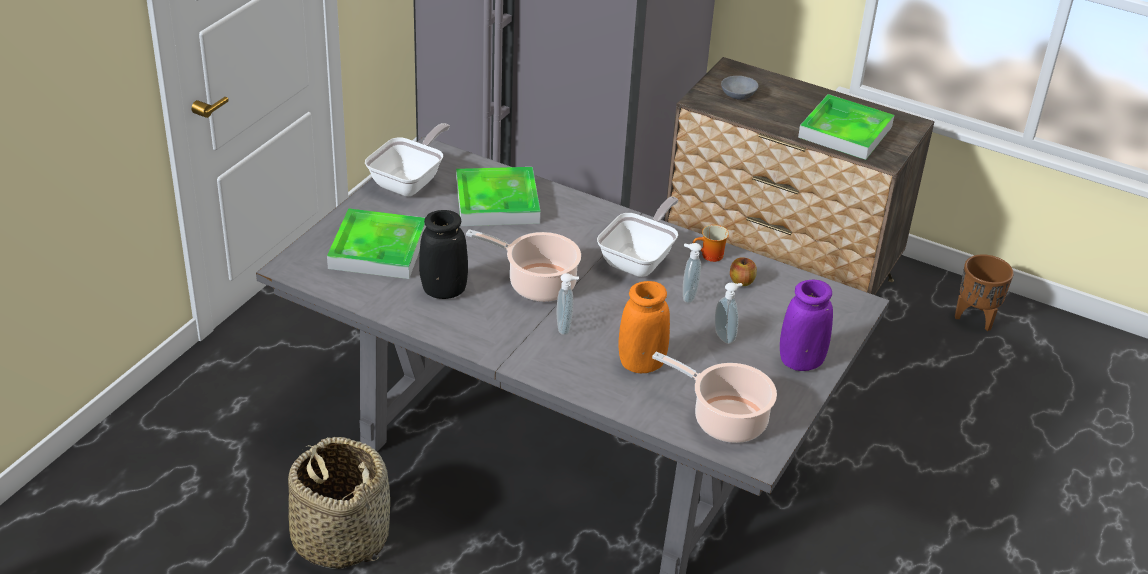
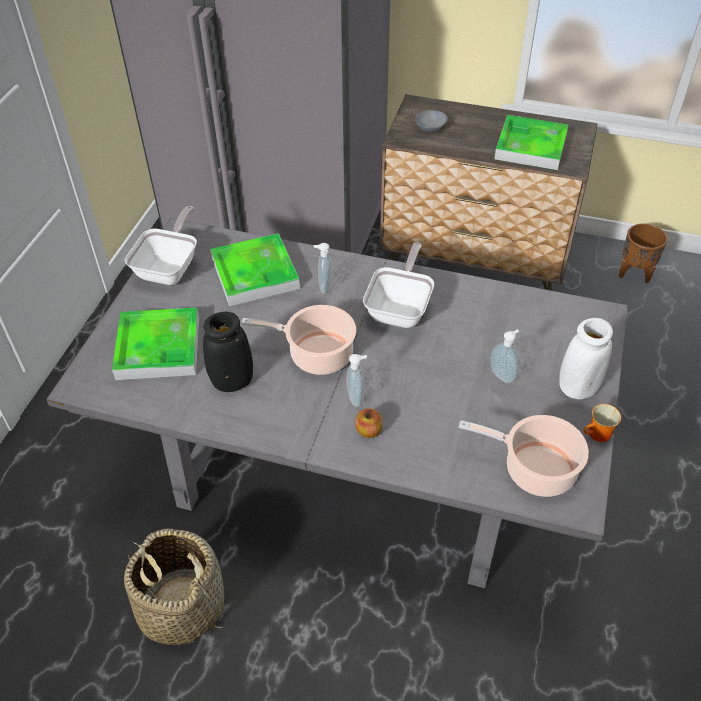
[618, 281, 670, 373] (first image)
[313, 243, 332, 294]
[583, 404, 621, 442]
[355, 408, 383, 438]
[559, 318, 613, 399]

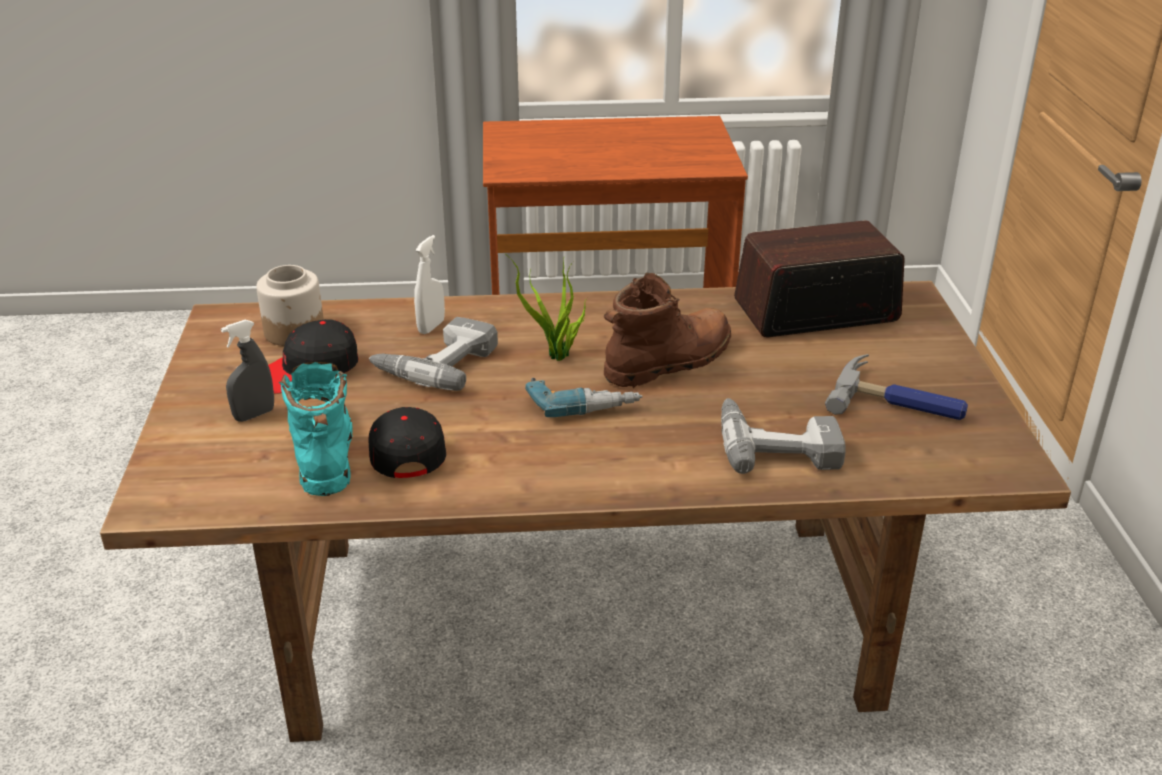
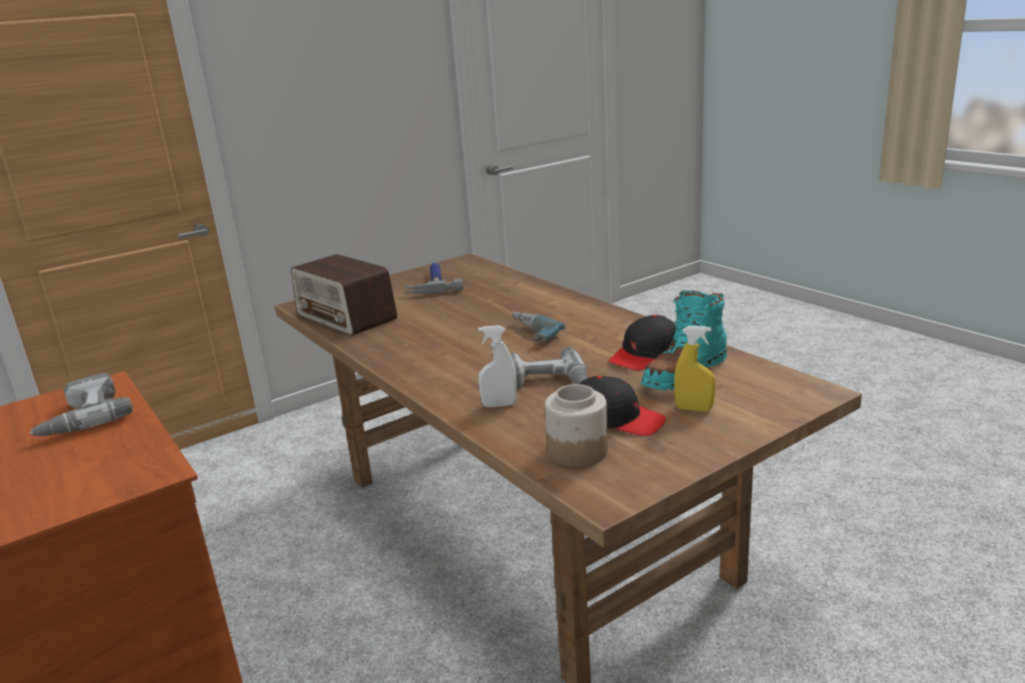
[507, 255, 587, 361] (first image)
[604, 273, 731, 388] (first image)
[30, 373, 133, 436]
[674, 326, 715, 411]

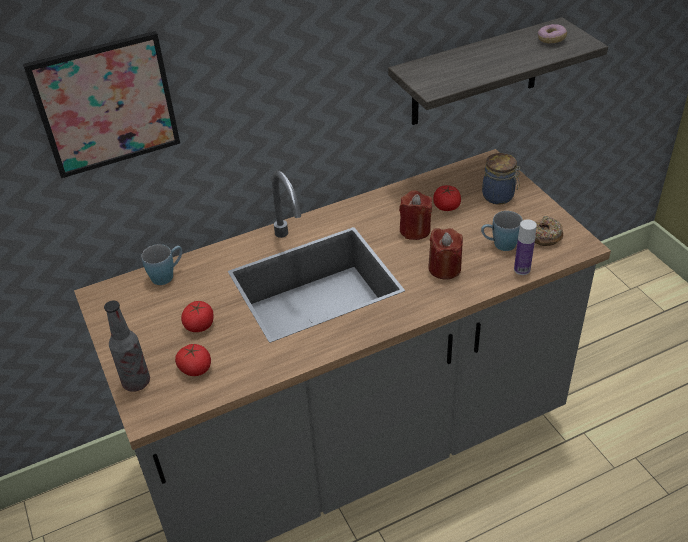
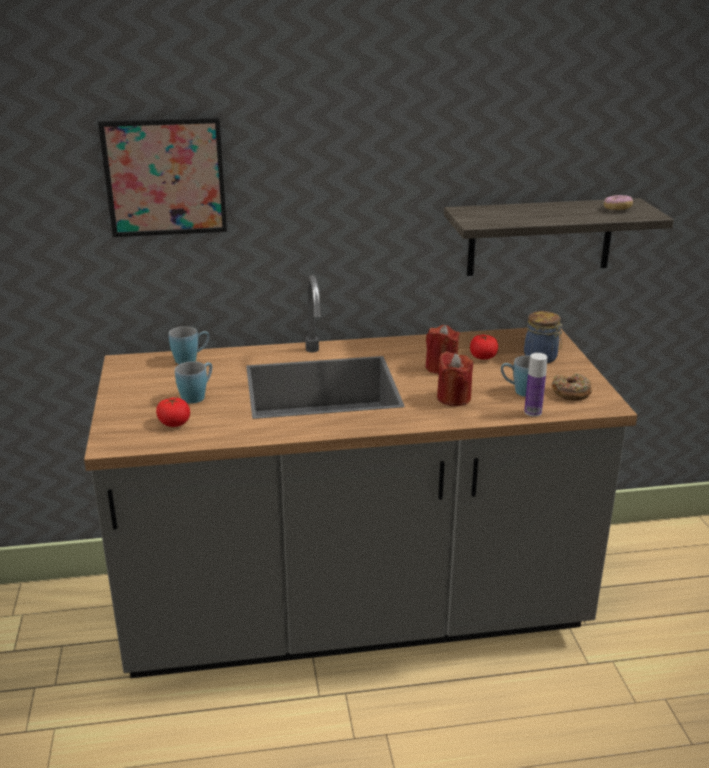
[104, 300, 150, 392] (first image)
[175, 361, 212, 404]

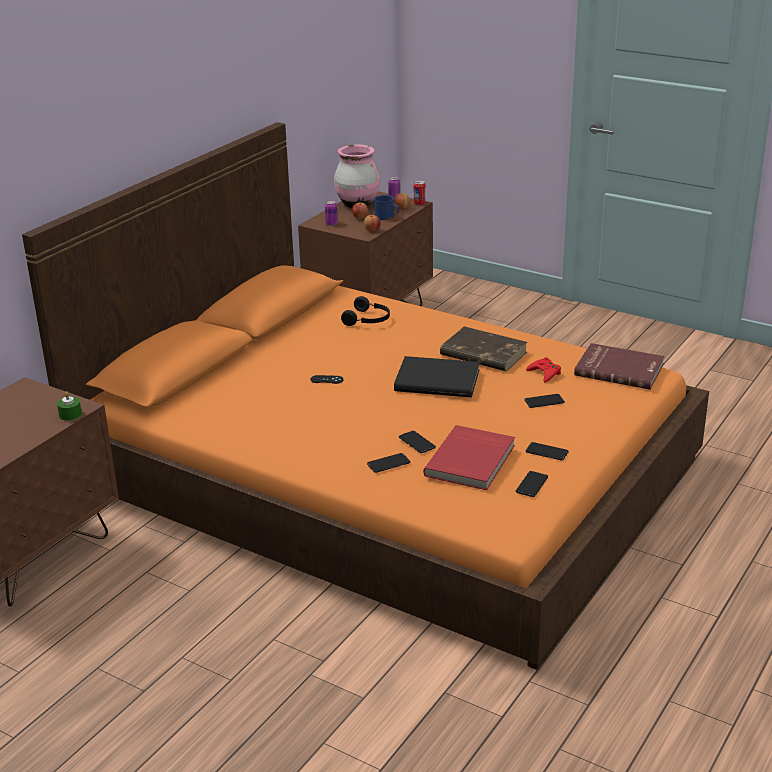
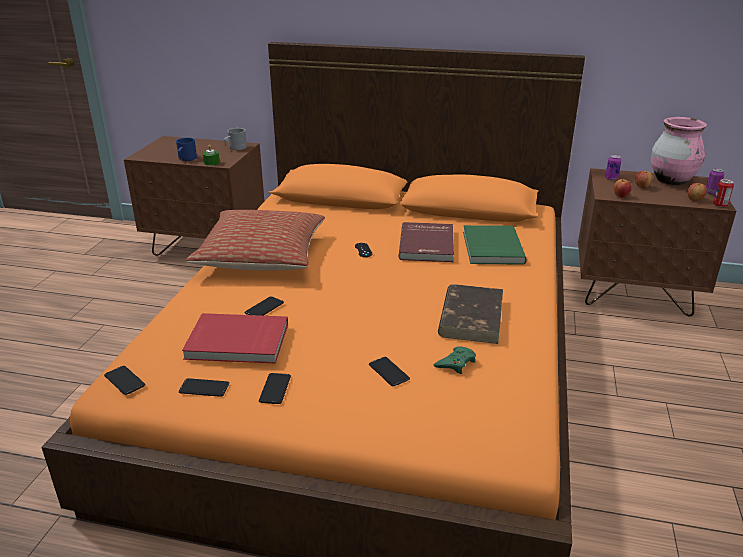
[394, 356, 480, 397] (first image)
[186, 210, 325, 271]
[224, 128, 247, 150]
[104, 366, 145, 395]
[176, 137, 197, 161]
[399, 222, 454, 262]
[463, 225, 527, 265]
[434, 347, 476, 374]

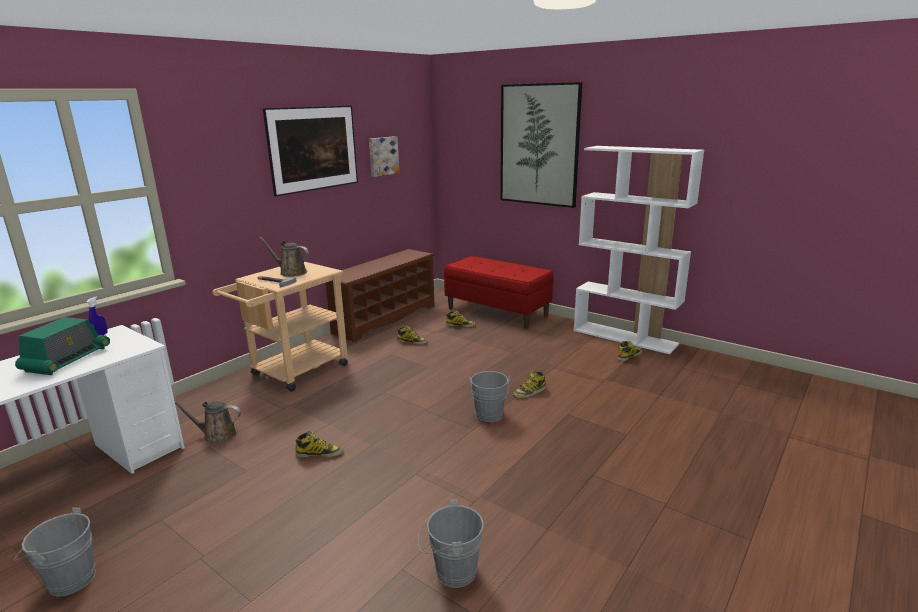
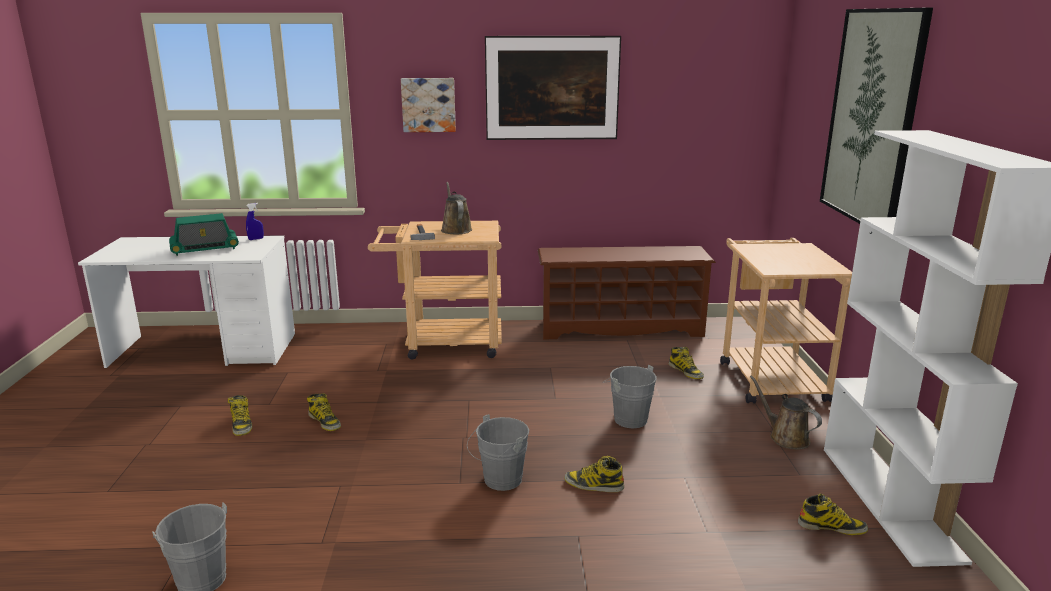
[603, 365, 657, 428]
[750, 375, 822, 449]
[401, 78, 456, 132]
[228, 395, 252, 436]
[720, 238, 852, 403]

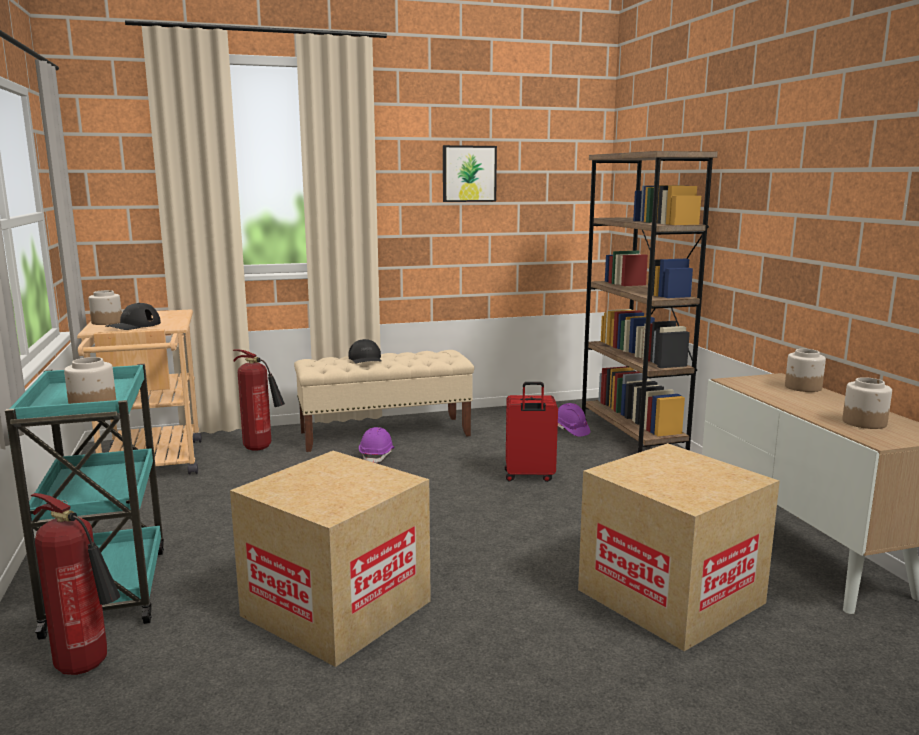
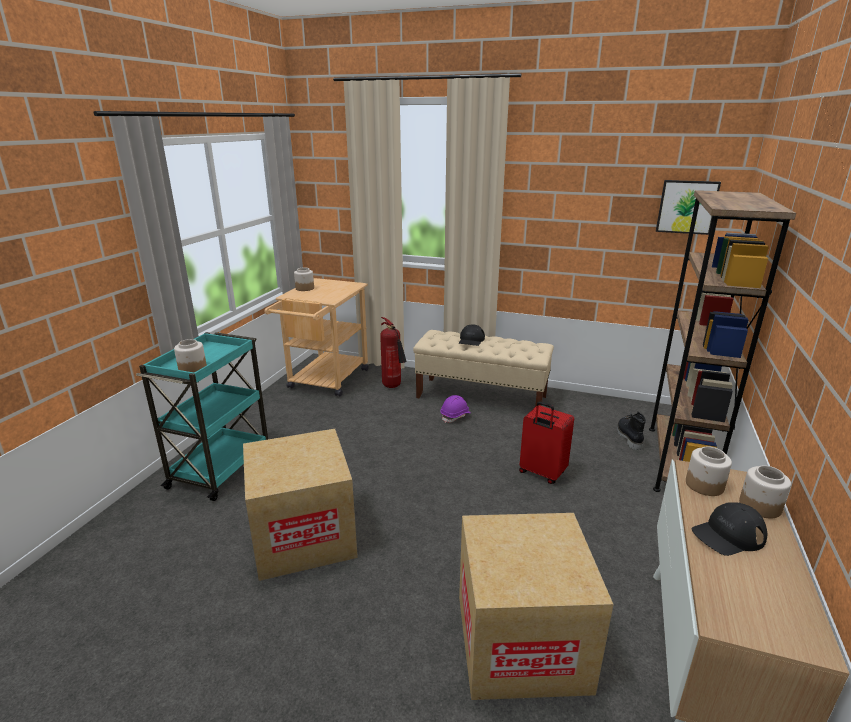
[31, 493, 120, 675] (first image)
[692, 502, 767, 556]
[656, 180, 721, 235]
[686, 446, 732, 496]
[617, 411, 646, 450]

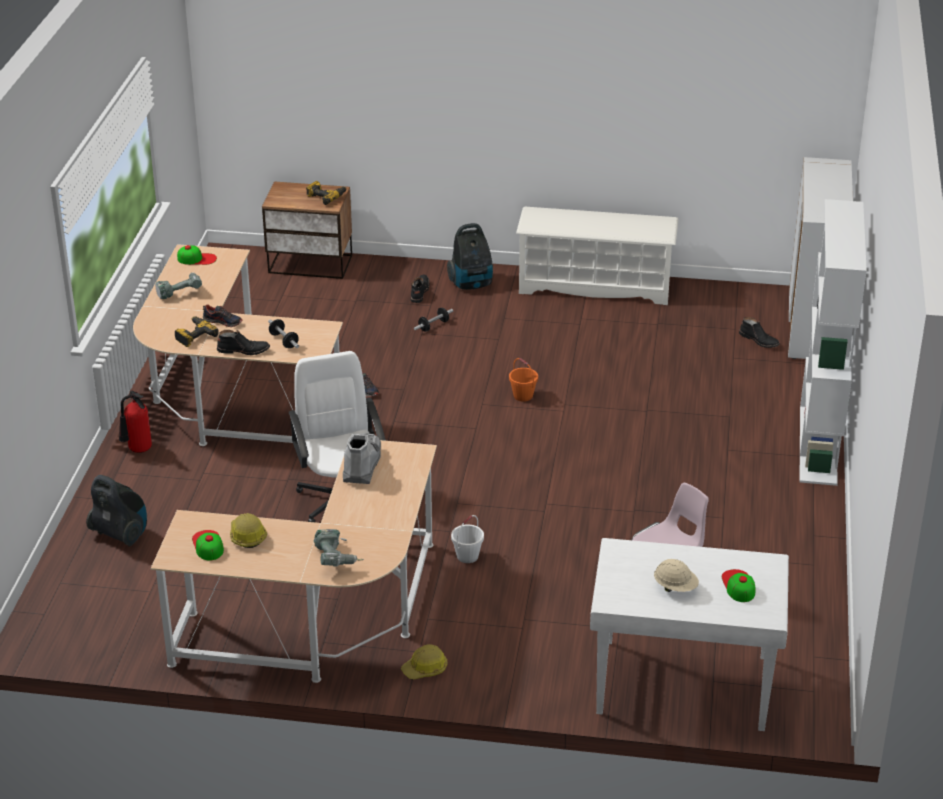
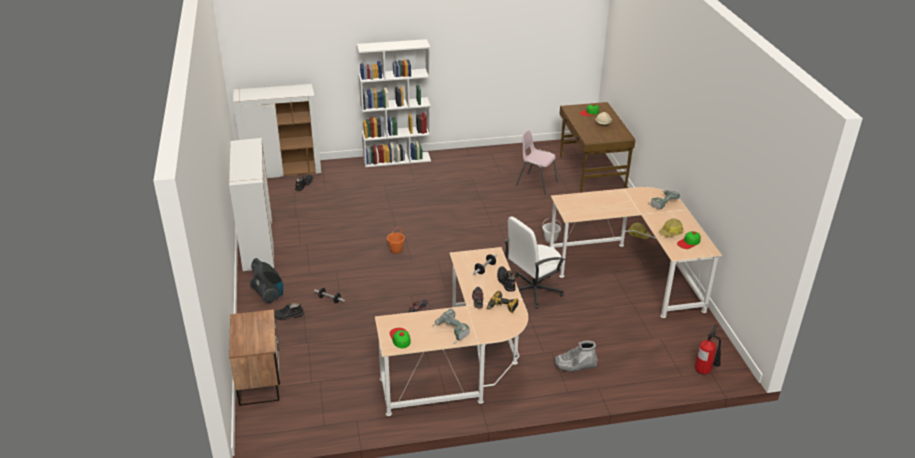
[86, 475, 147, 547] (first image)
[306, 181, 347, 205] (first image)
[695, 324, 721, 374]
[554, 340, 598, 372]
[229, 138, 274, 272]
[560, 102, 635, 193]

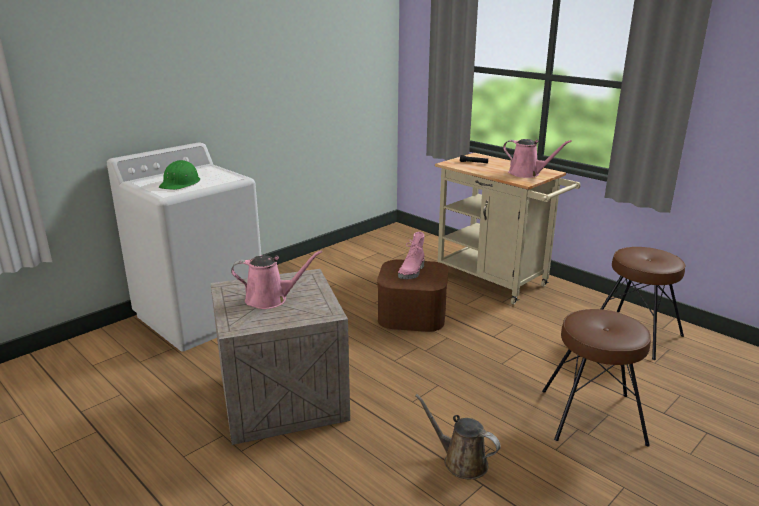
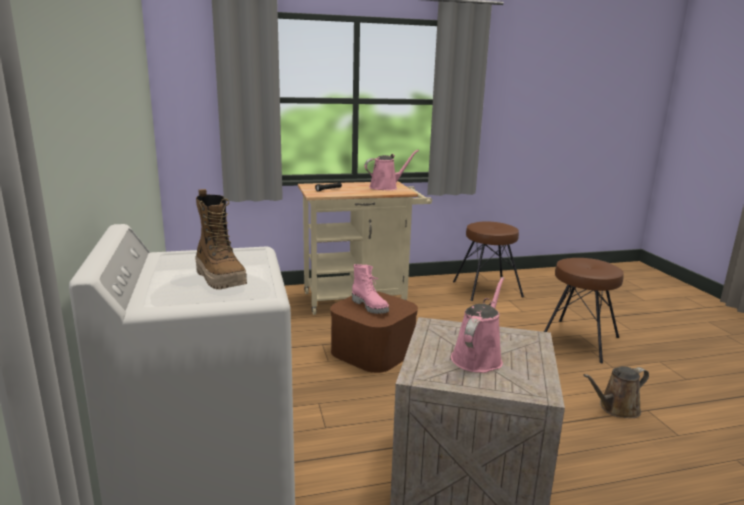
[195, 189, 247, 289]

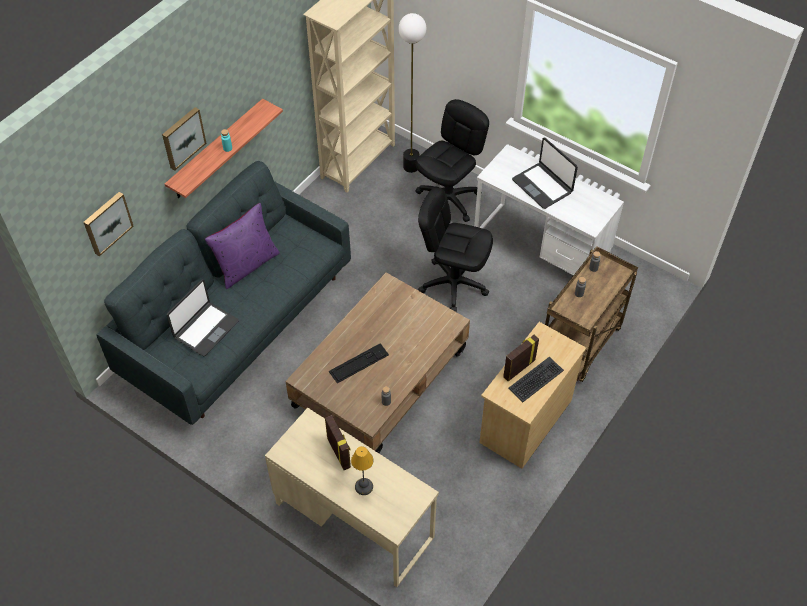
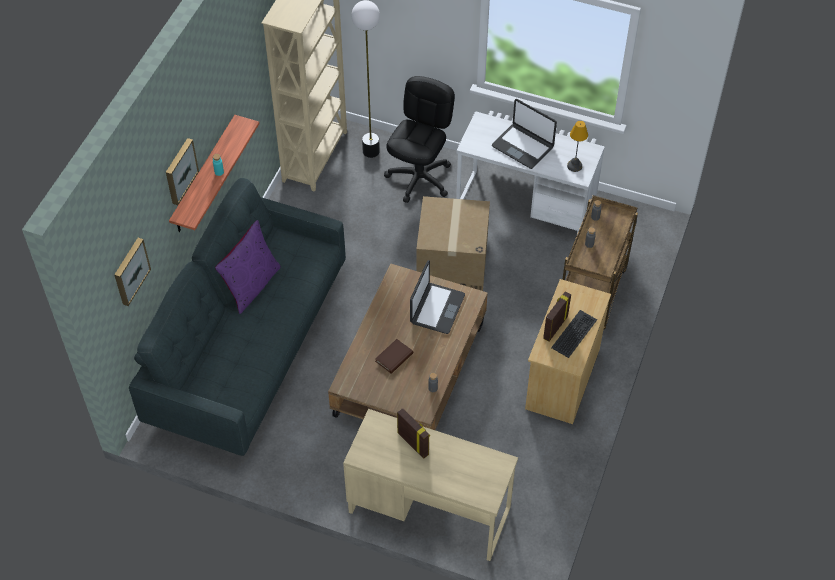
[410, 260, 465, 334]
[567, 121, 588, 172]
[375, 339, 413, 374]
[416, 196, 490, 291]

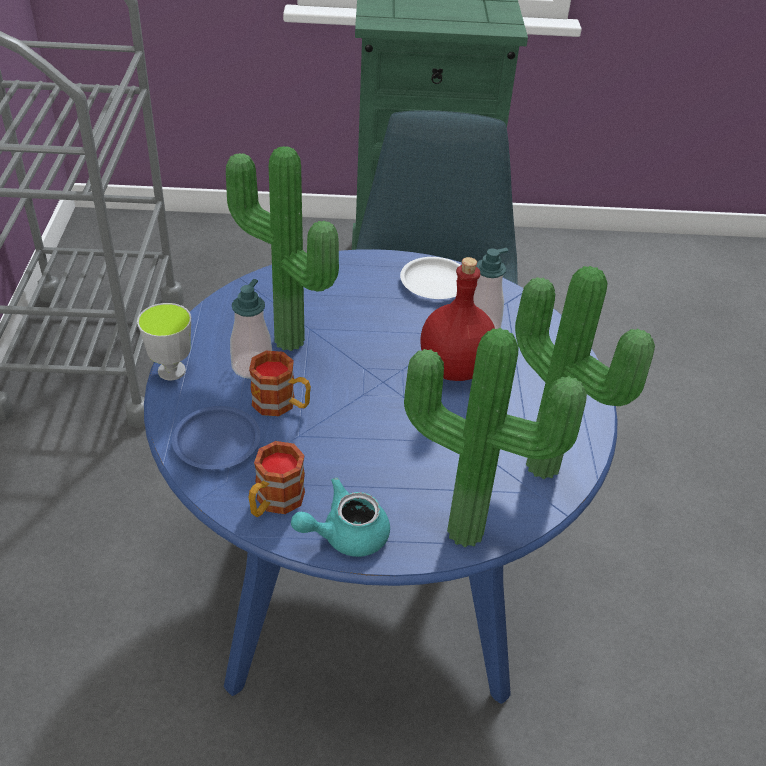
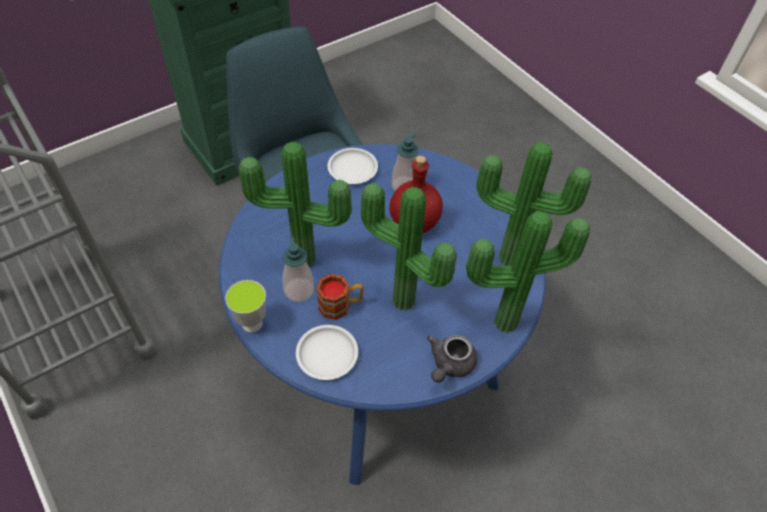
[249, 441, 305, 517] (first image)
[361, 183, 457, 310]
[296, 325, 358, 380]
[427, 335, 477, 383]

